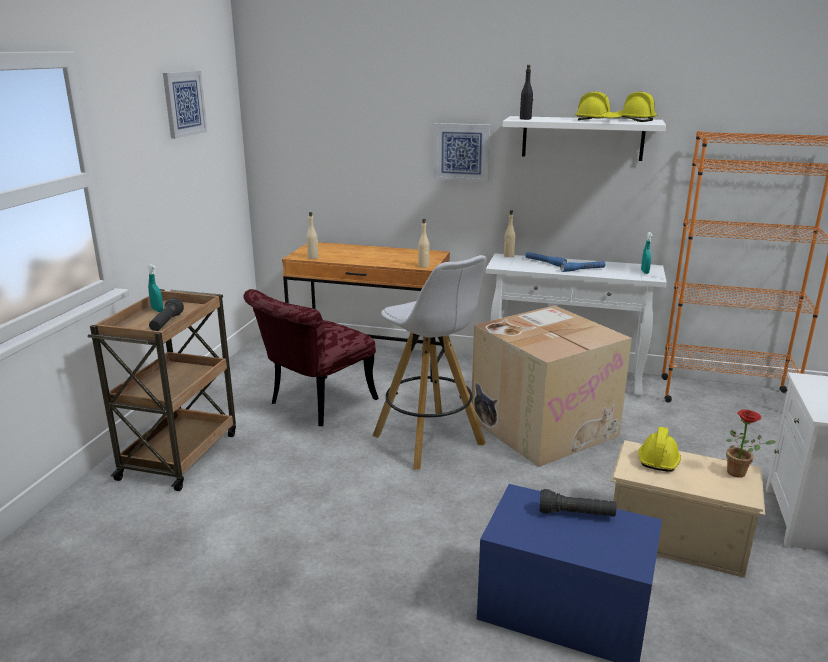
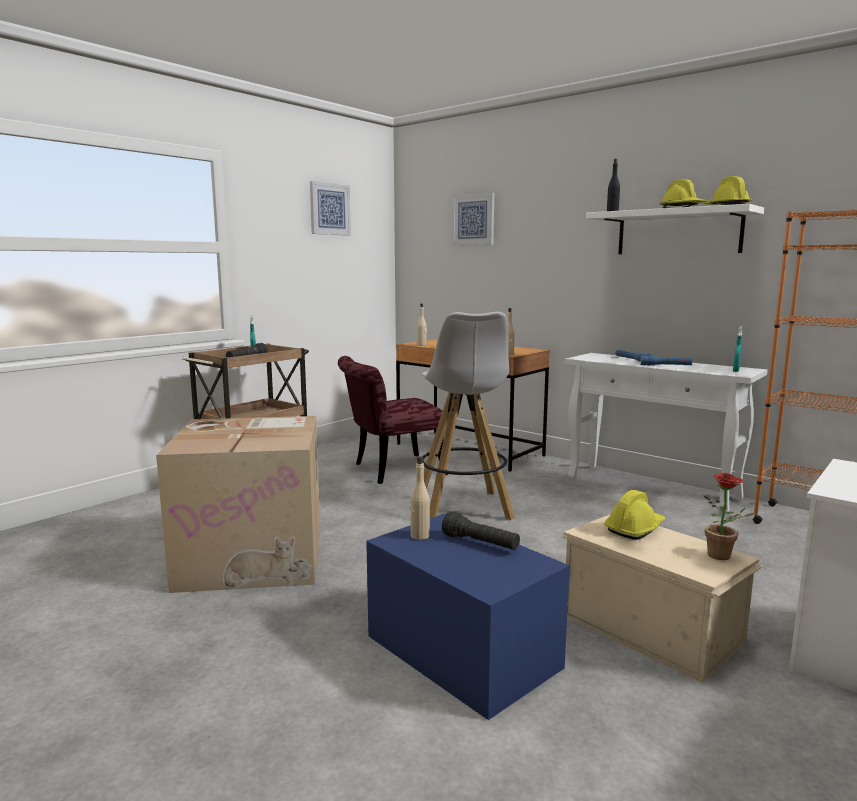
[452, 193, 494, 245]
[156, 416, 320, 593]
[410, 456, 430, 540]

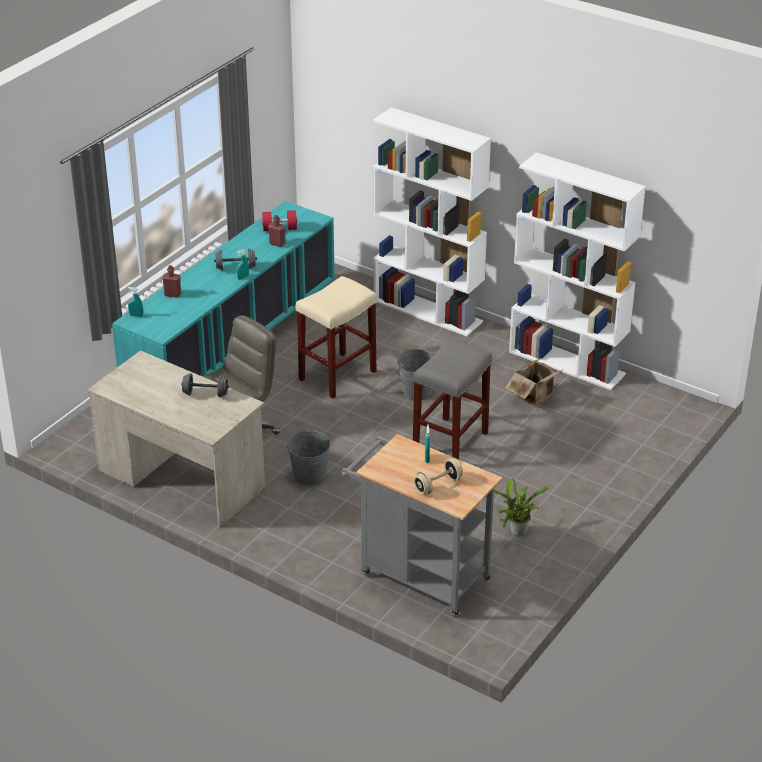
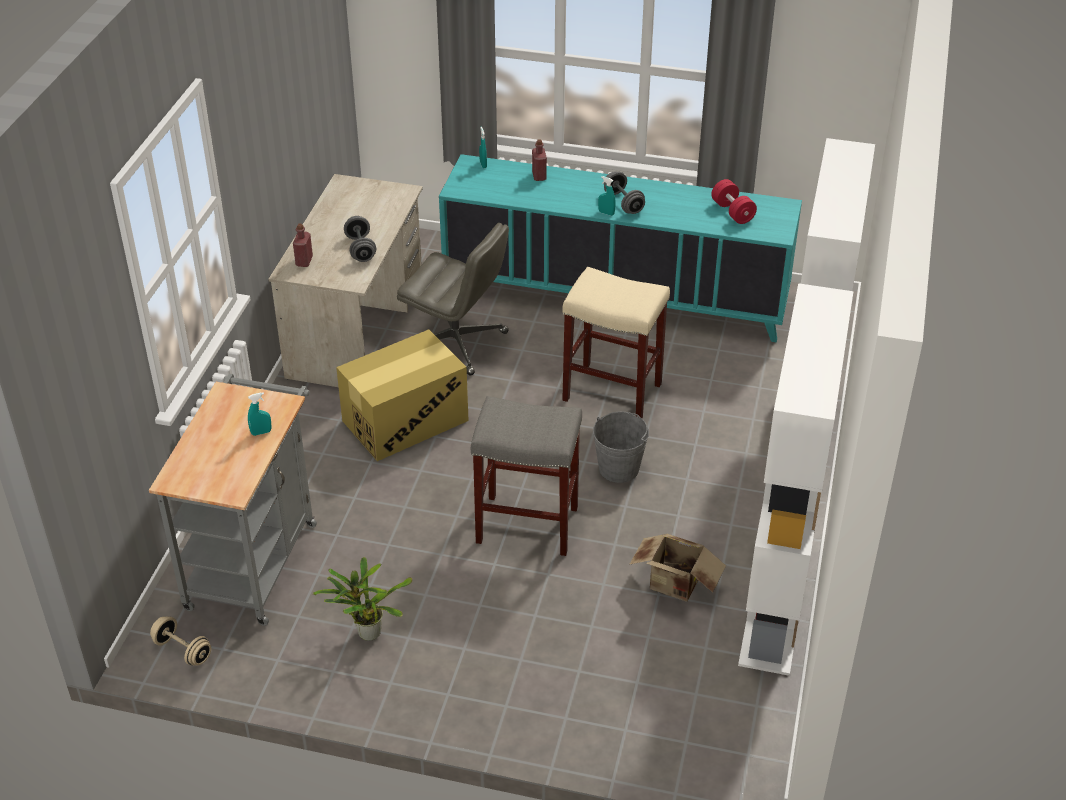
[293, 224, 313, 267]
[150, 616, 211, 666]
[336, 330, 469, 461]

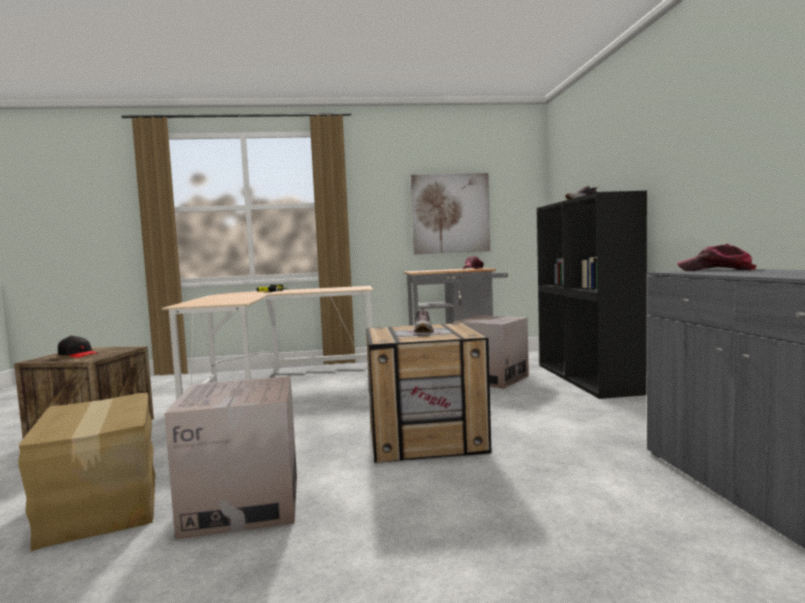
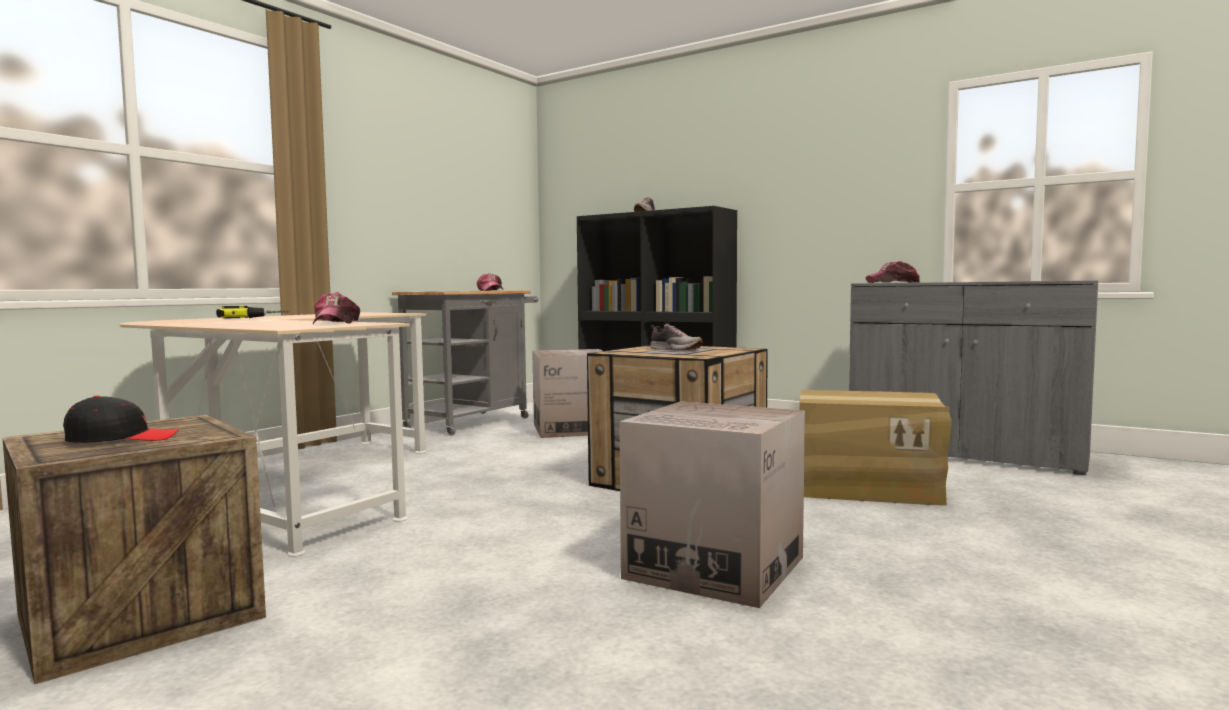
[411, 173, 490, 254] (first image)
[313, 292, 360, 324]
[799, 390, 952, 506]

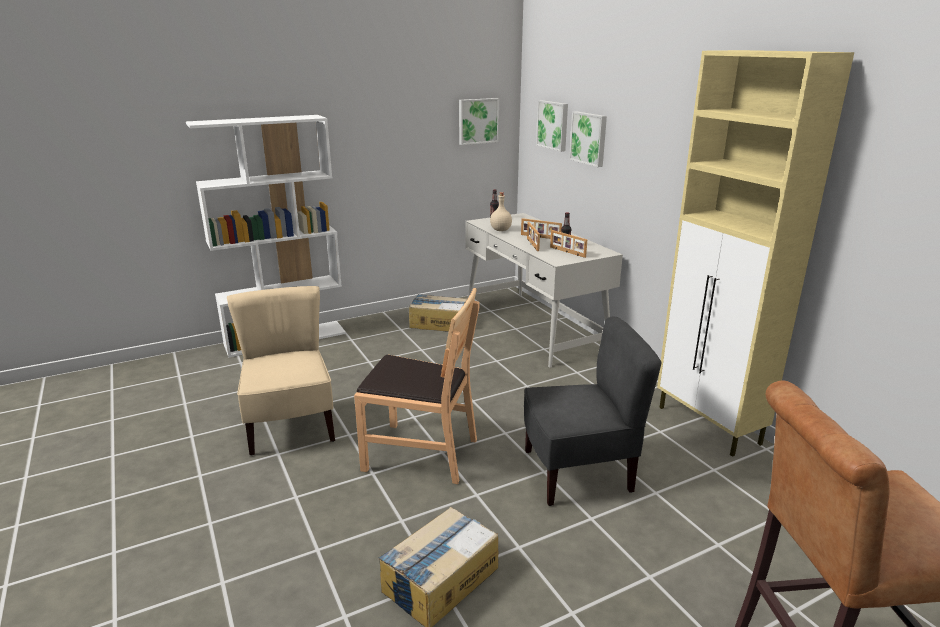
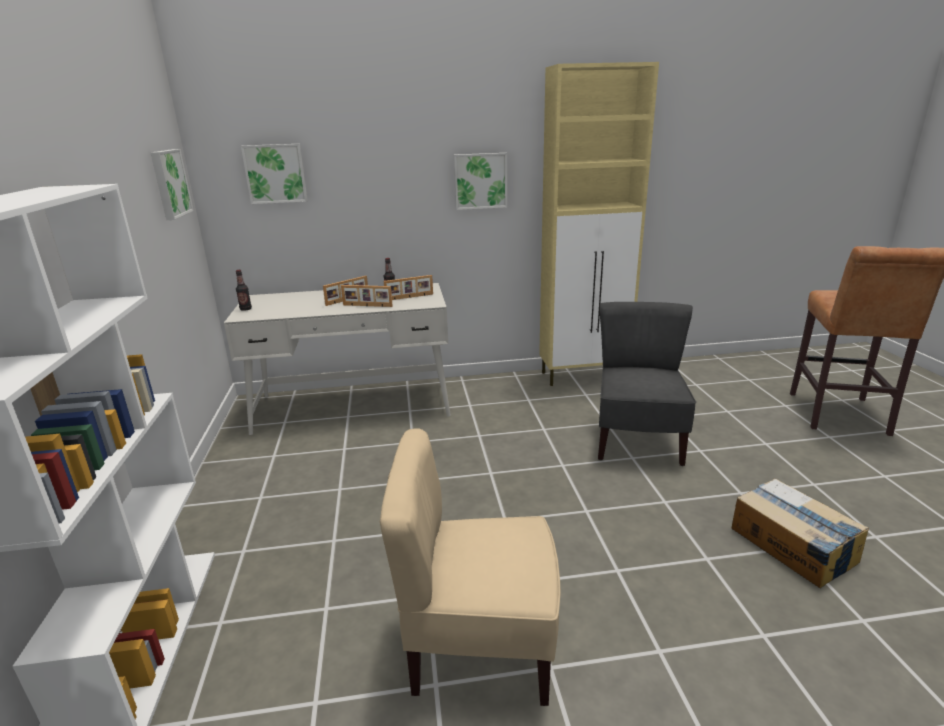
[354, 288, 480, 484] (first image)
[409, 294, 468, 332] (first image)
[490, 192, 512, 231] (first image)
[454, 153, 507, 210]

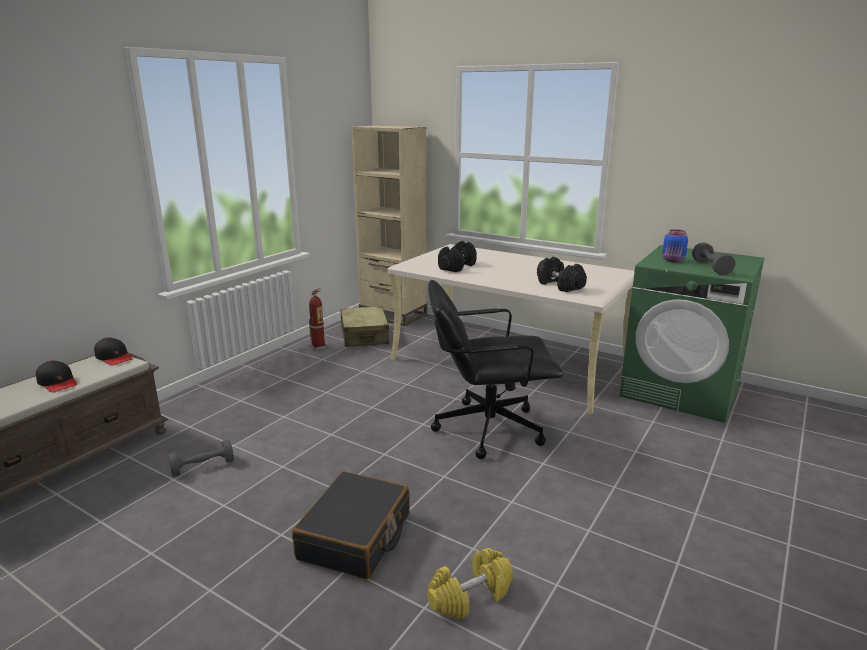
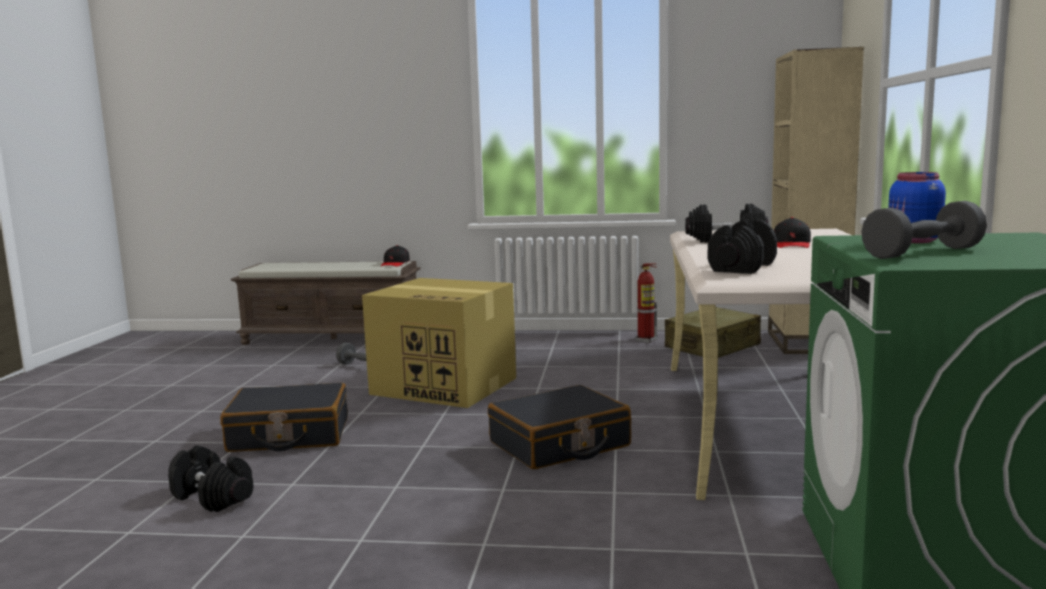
[362, 278, 516, 408]
[774, 217, 811, 248]
[488, 385, 631, 469]
[168, 445, 253, 512]

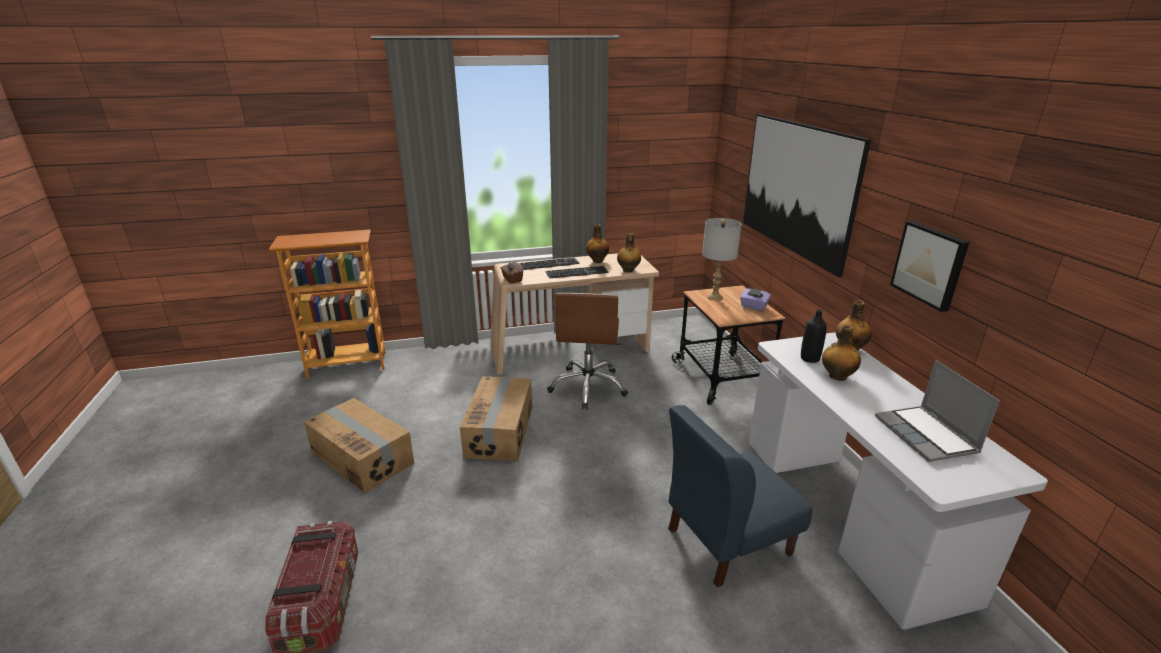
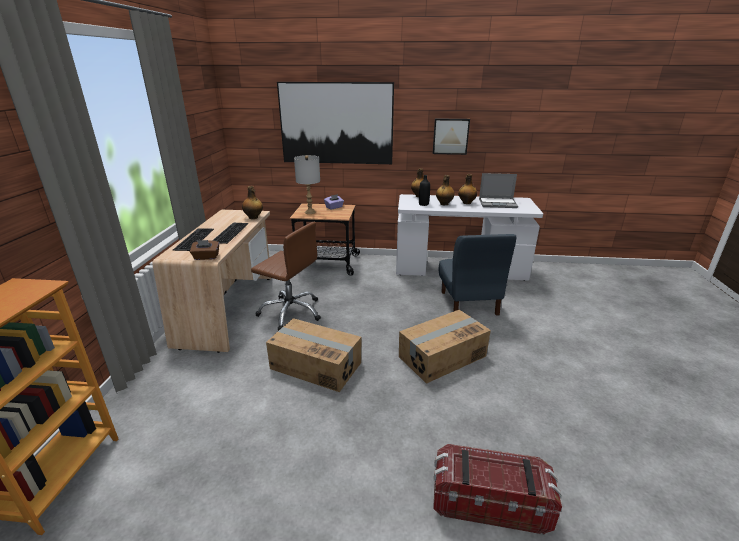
[399, 310, 491, 384]
[458, 174, 477, 204]

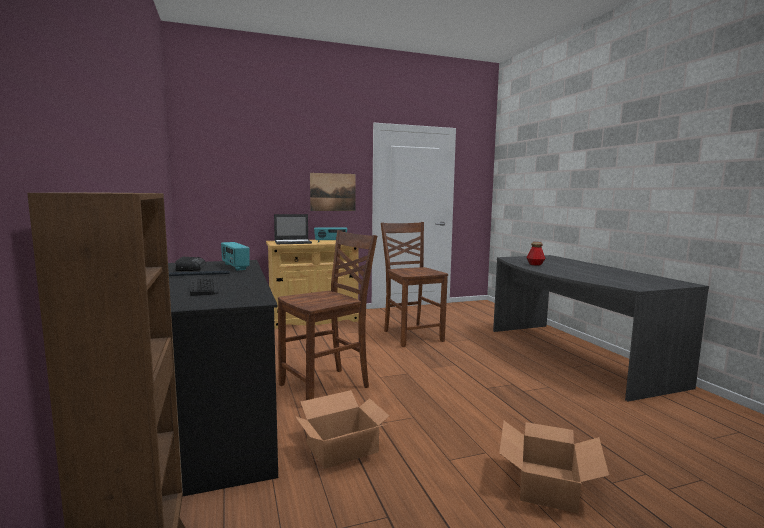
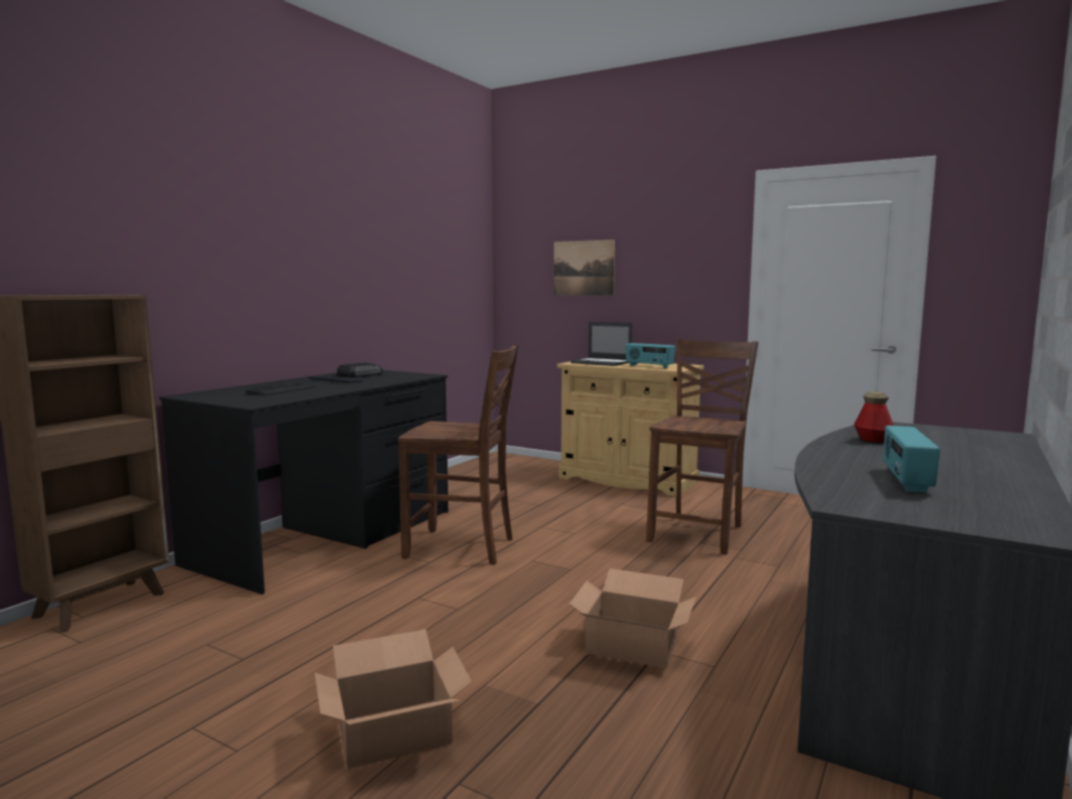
[883, 426, 940, 492]
[569, 568, 696, 668]
[554, 239, 615, 296]

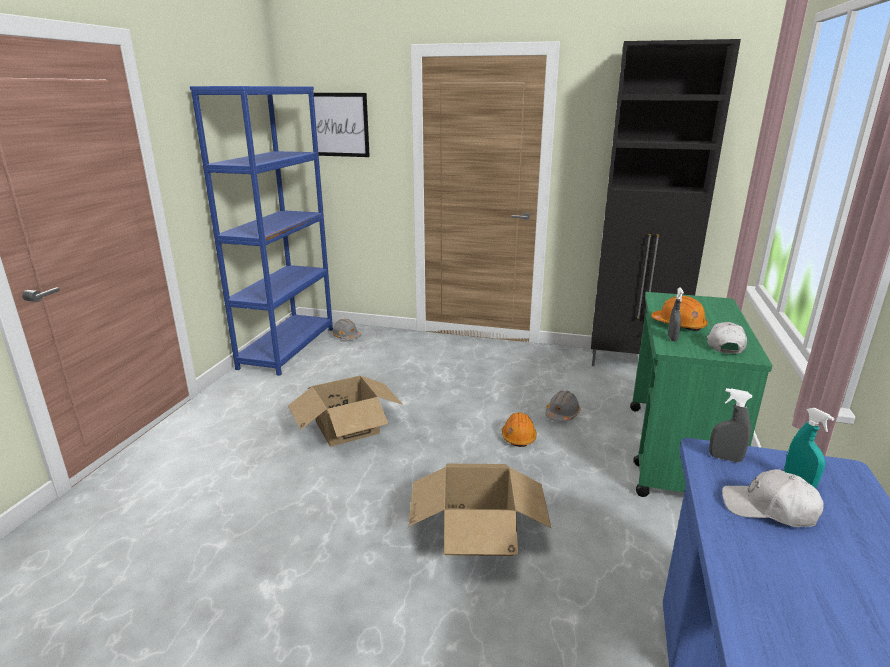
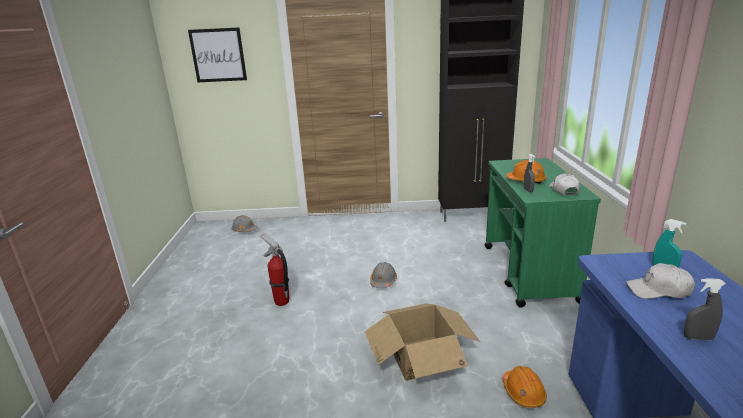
[190, 86, 333, 376] (first image)
[502, 366, 547, 408]
[370, 262, 397, 288]
[684, 278, 726, 340]
[260, 234, 289, 306]

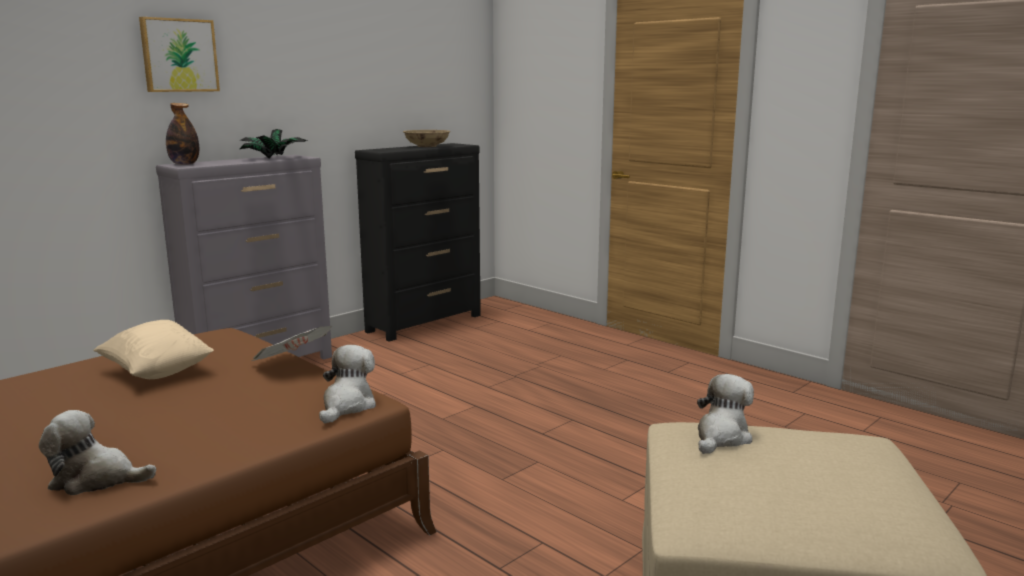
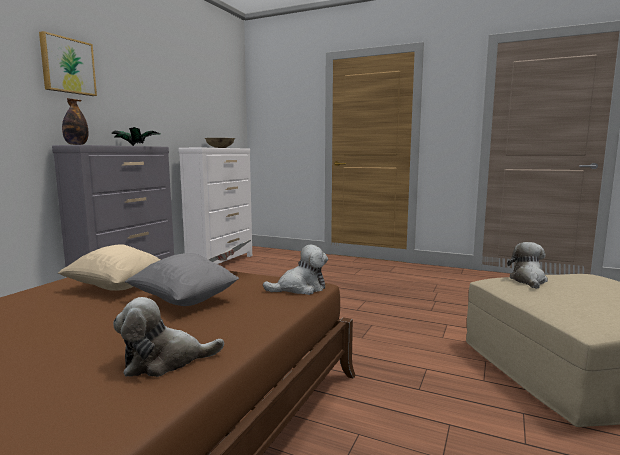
[125, 253, 239, 306]
[179, 148, 252, 264]
[263, 245, 328, 295]

